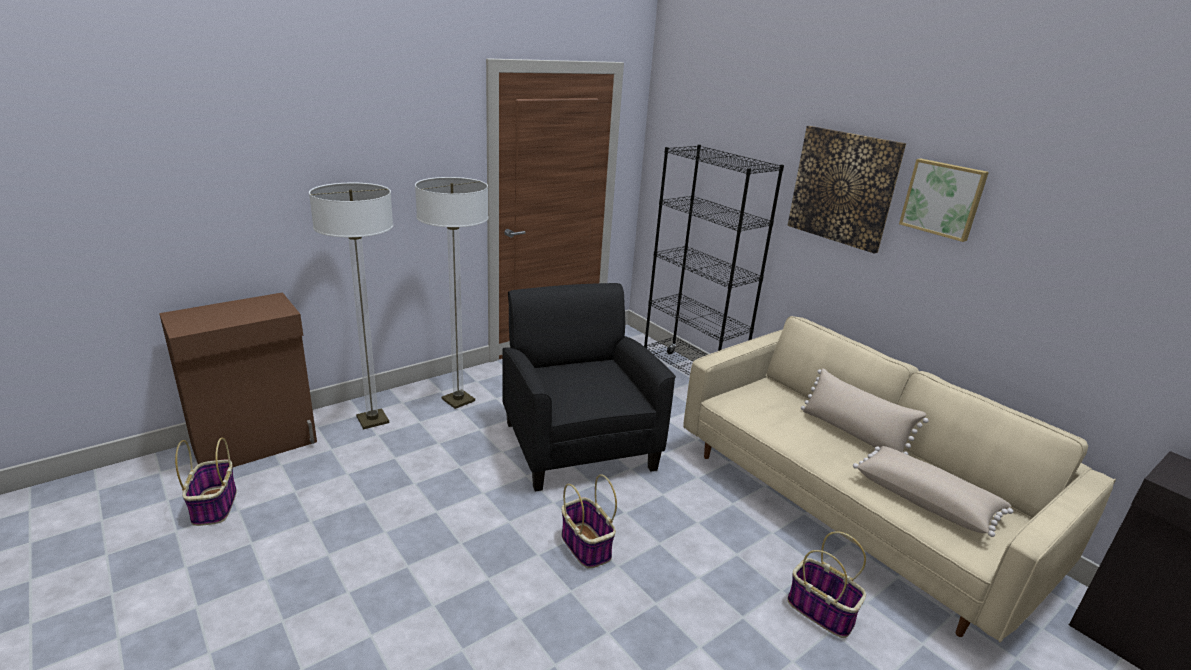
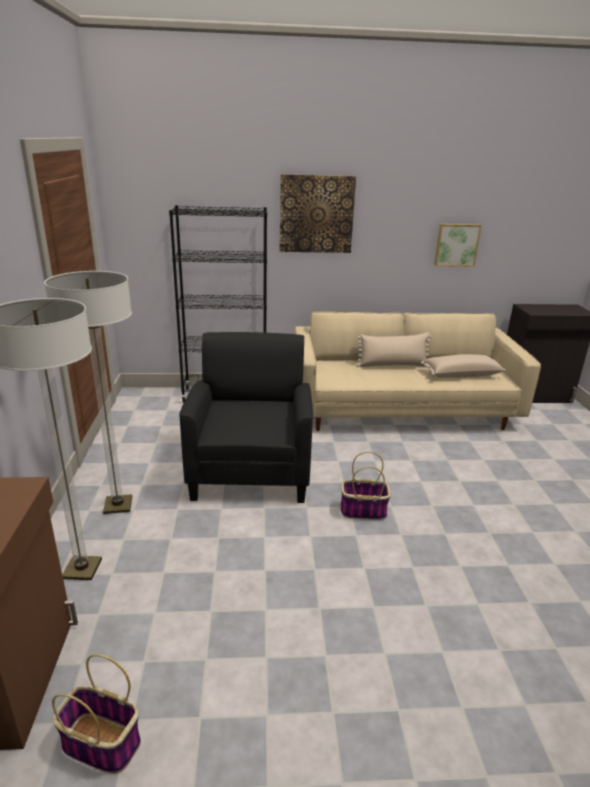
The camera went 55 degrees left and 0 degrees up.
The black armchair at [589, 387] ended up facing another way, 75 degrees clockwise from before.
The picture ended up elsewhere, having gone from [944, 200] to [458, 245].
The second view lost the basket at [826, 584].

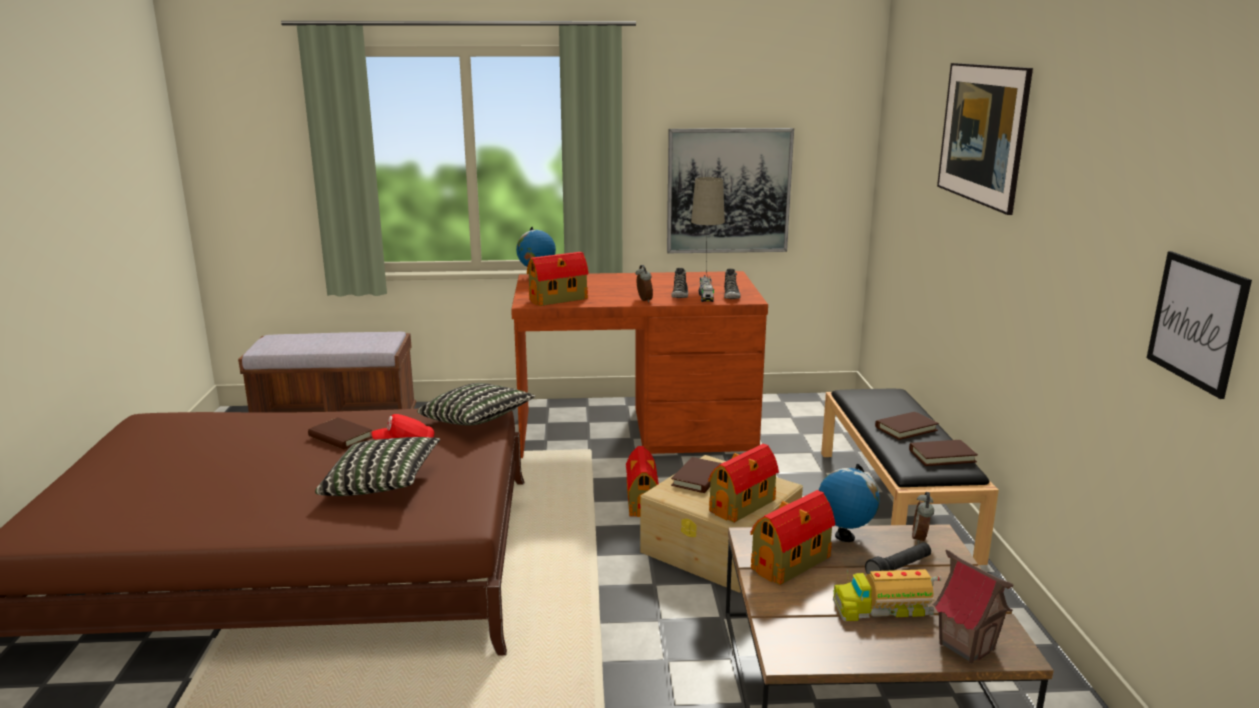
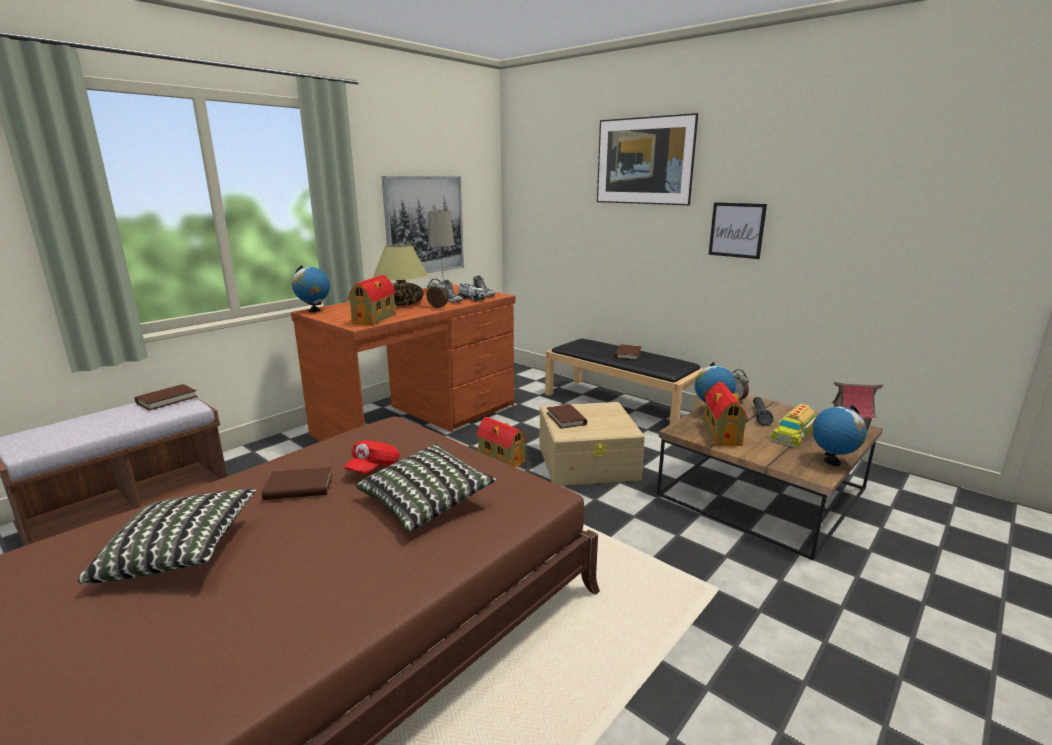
The camera went 45 degrees left and 0 degrees up.
The pillow ended up elsewhere, having gone from [476, 404] to [167, 536].
The brown book ended up elsewhere, having gone from [943, 453] to [166, 397].
The second view gained the table lamp at [400, 275].
The picture ended up elsewhere, having gone from [1199, 325] to [738, 230].
The second view gained the globe at [839, 435].
The second view lost the toy house at [743, 483].

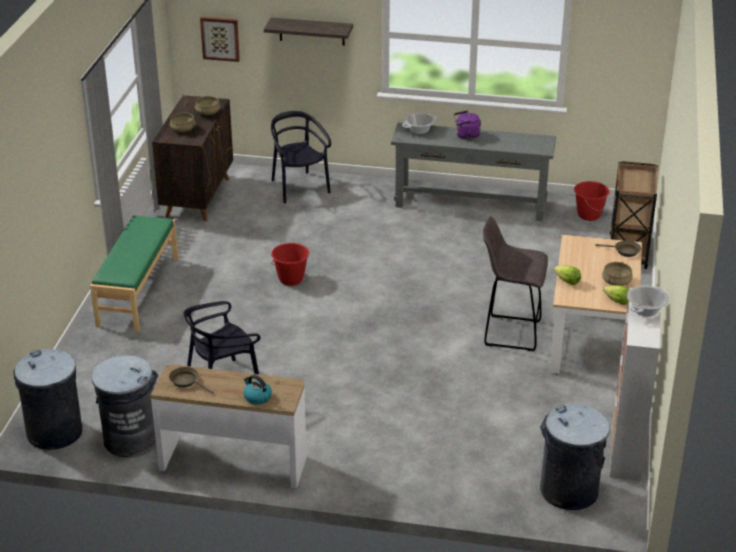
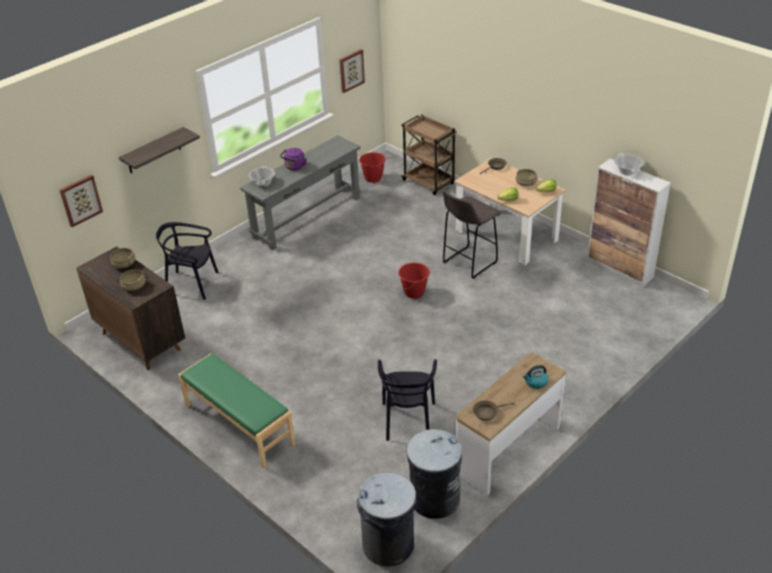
The camera went 55 degrees left and 5 degrees up.
The second view gained the picture at [352, 71].
The red bucket ended up elsewhere, having gone from [290, 264] to [414, 281].
The second view lost the grey trash can at [575, 457].

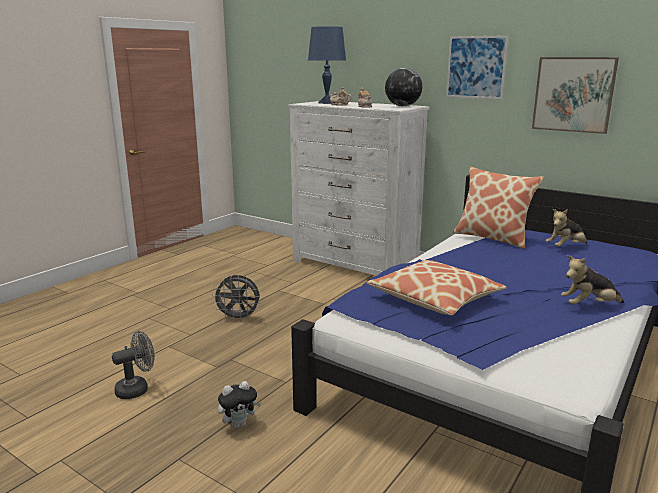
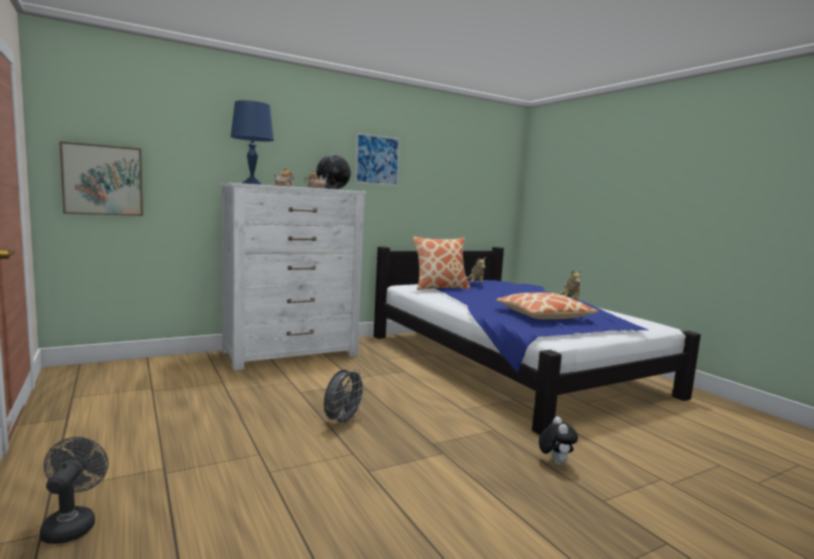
The camera went 65 degrees left and 10 degrees down.
The grey fan ended up elsewhere, having gone from [133, 365] to [74, 490].
The picture ended up elsewhere, having gone from [575, 95] to [101, 178].

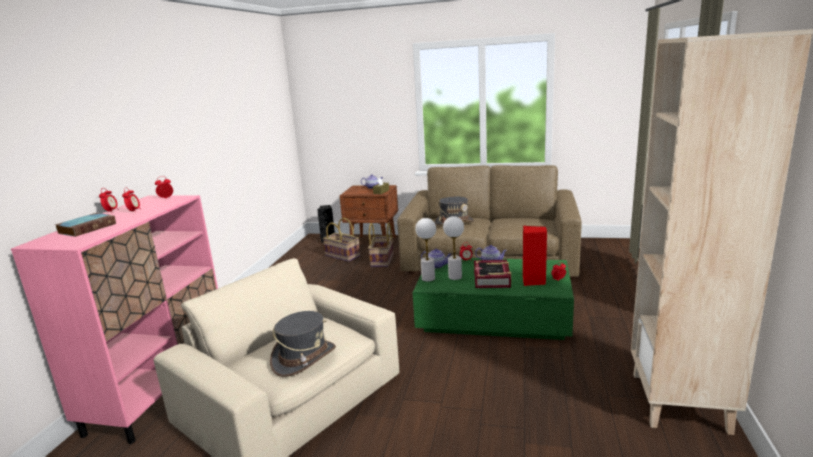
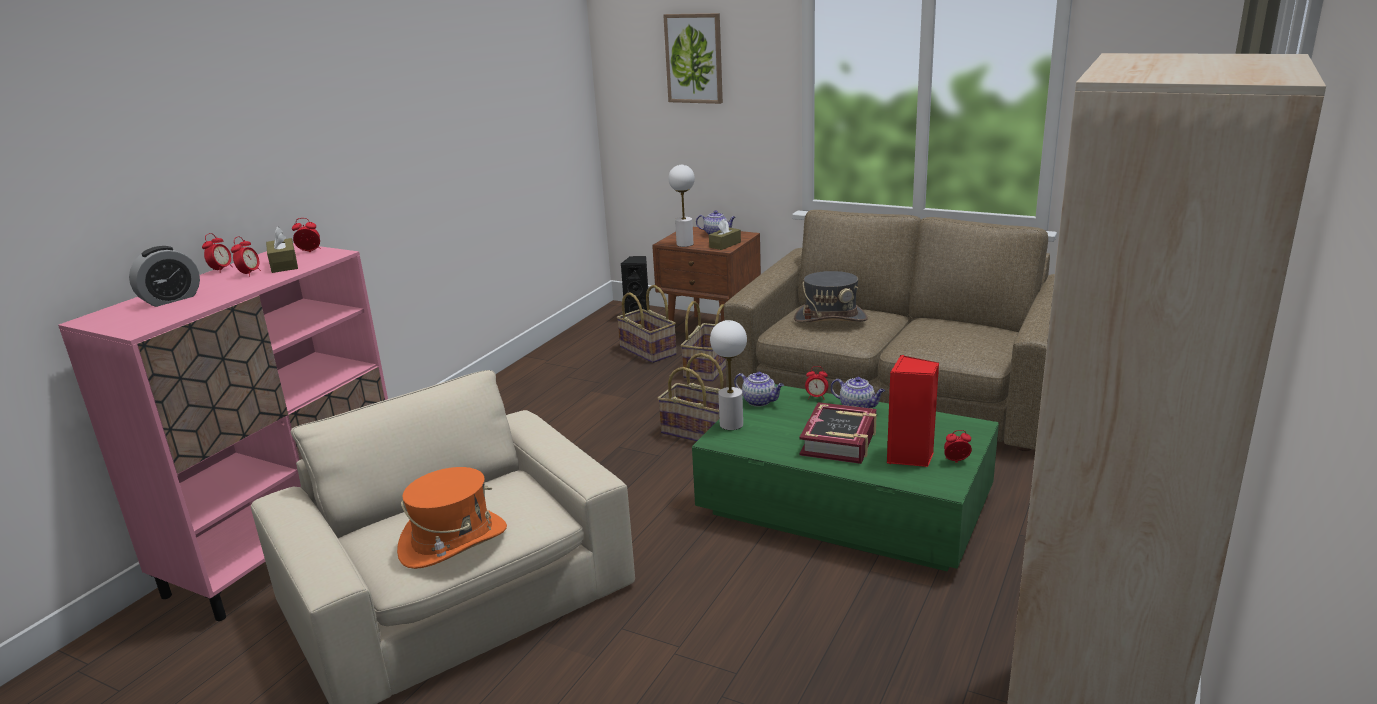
The camera went 15 degrees right and 5 degrees up.
Where the book stood at [85, 225], the alarm clock came to stand at [164, 276].
The second view gained the brown tissue box at [282, 249].
What was the grey hat at [303, 344] turned into the orange hat at [452, 518].
The second view gained the basket at [691, 397].
The second view gained the picture at [693, 58].
The white table lamp ended up elsewhere, having gone from [453, 248] to [681, 206].

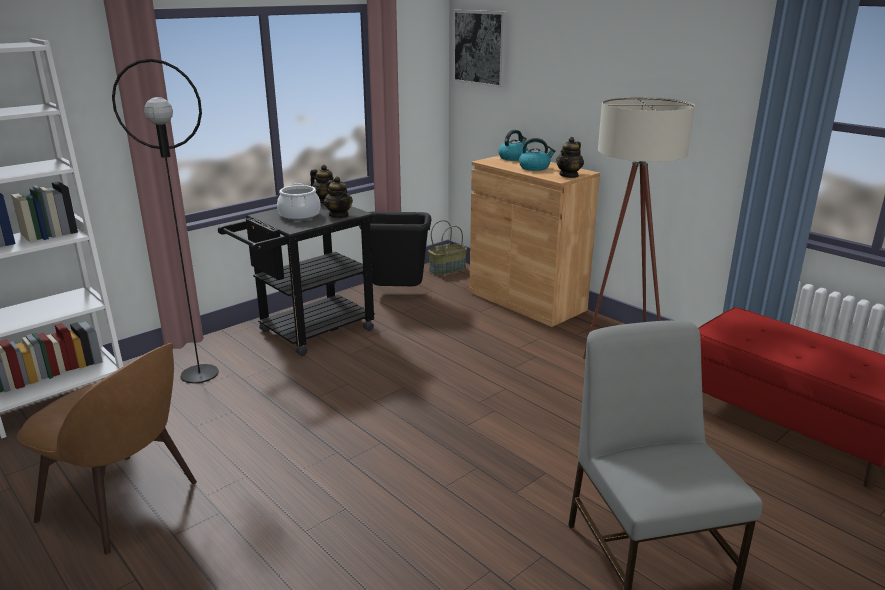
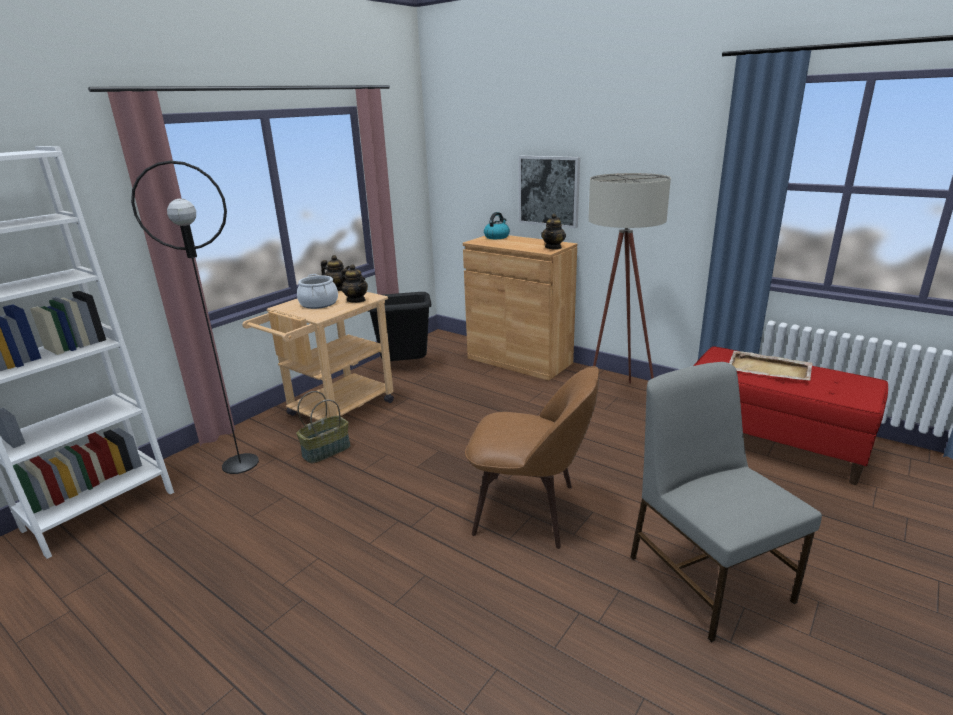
The camera went 10 degrees left and 0 degrees up.
What was the black cart at [296, 279] turned into the beige cart at [318, 355].
The basket ended up elsewhere, having gone from [447, 247] to [324, 427].
The brown chair ended up elsewhere, having gone from [107, 448] to [532, 457].
The picture ended up elsewhere, having gone from [480, 49] to [549, 192].
The second view gained the beige tray at [771, 366].
The second view lost the kettle at [537, 154].

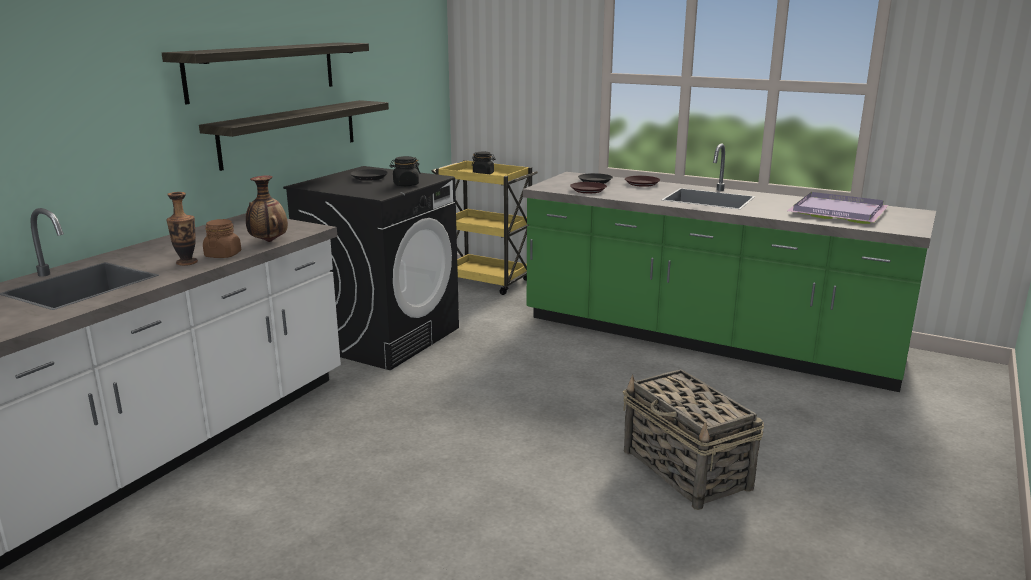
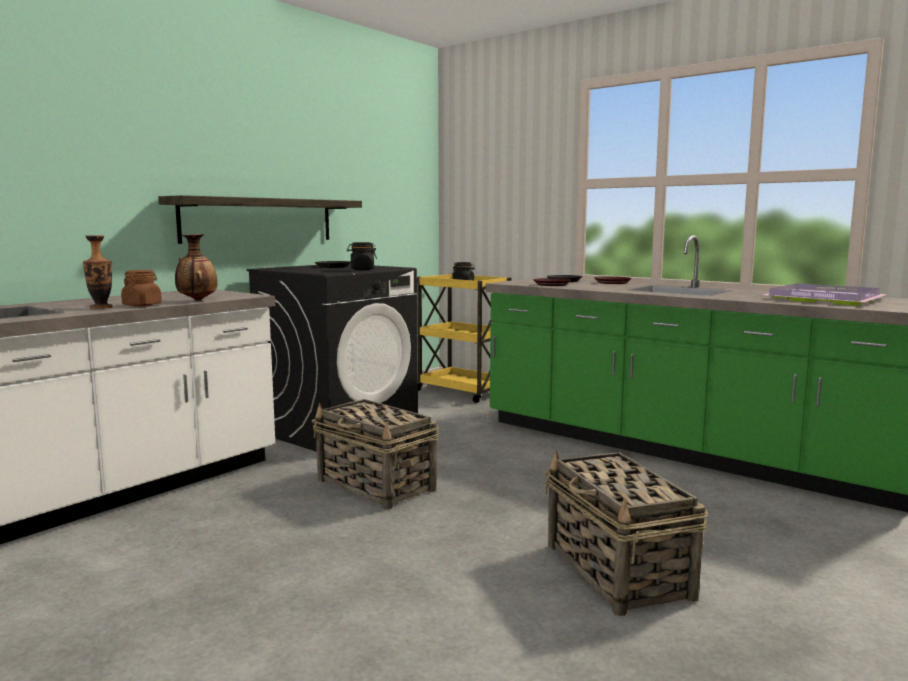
The camera went 10 degrees right and 10 degrees down.
The second view gained the basket at [375, 454].
The second view lost the shelf at [265, 73].

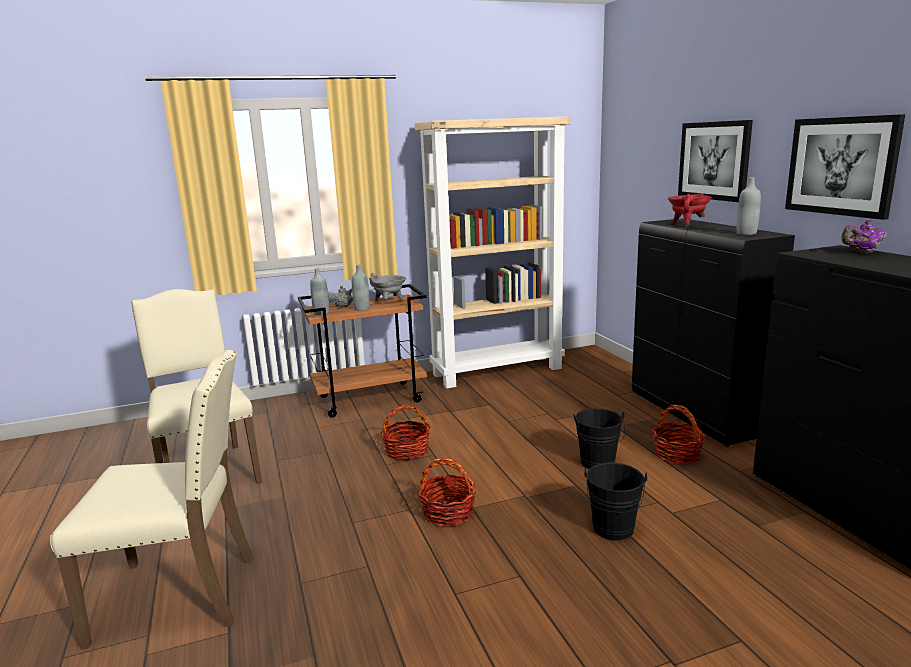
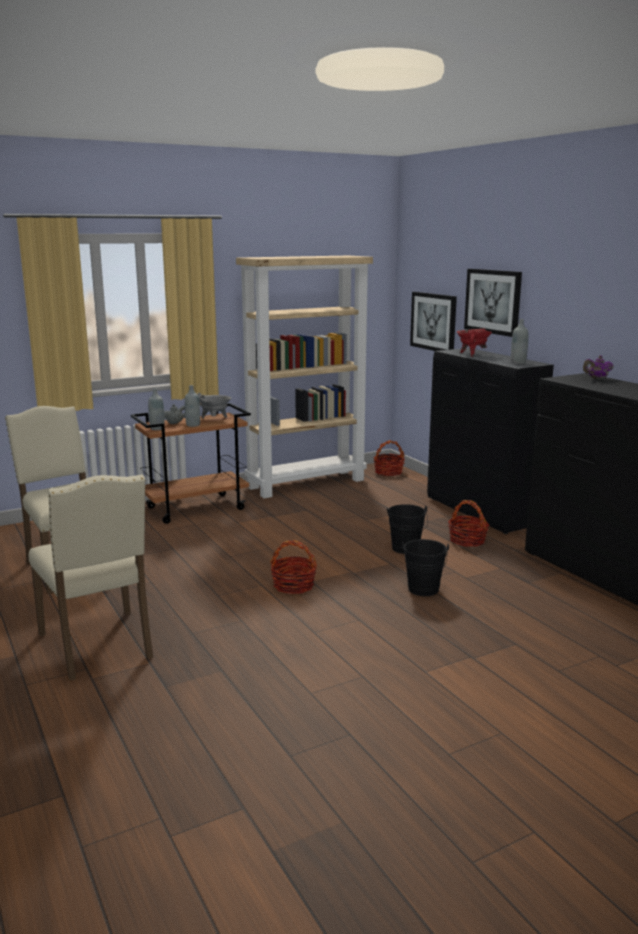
The camera went 10 degrees left and 0 degrees up.
The beige chair at [152, 499] ended up facing another way, 75 degrees clockwise from before.
The basket ended up elsewhere, having gone from [406, 432] to [389, 458].
The picture ended up elsewhere, having gone from [845, 167] to [433, 321].

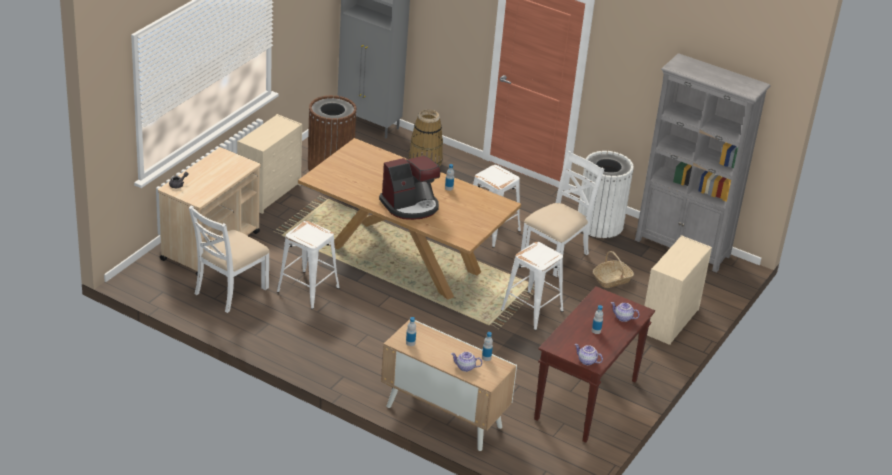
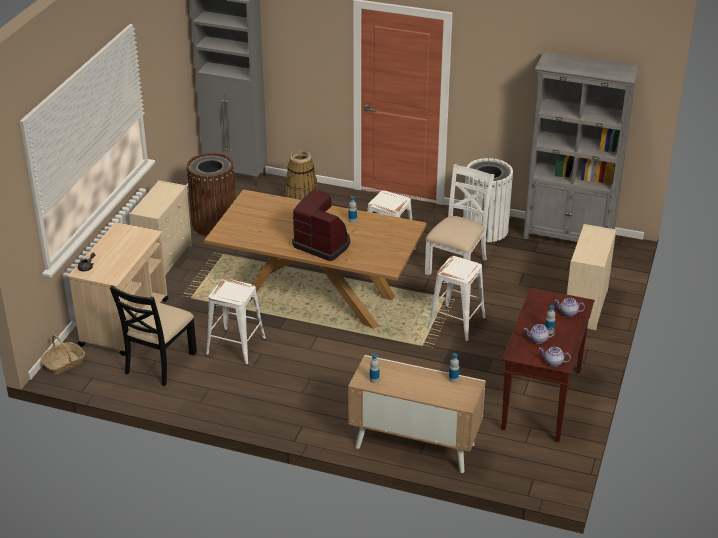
The camera went 10 degrees left and 0 degrees up.
The basket ended up elsewhere, having gone from [613, 269] to [63, 354].
What was the white chair at [229, 259] turned into the black chair at [153, 335].
The coffee machine at [409, 187] ended up facing another way, 105 degrees counterclockwise from before.
The teapot ended up elsewhere, having gone from [466, 362] to [539, 334].

